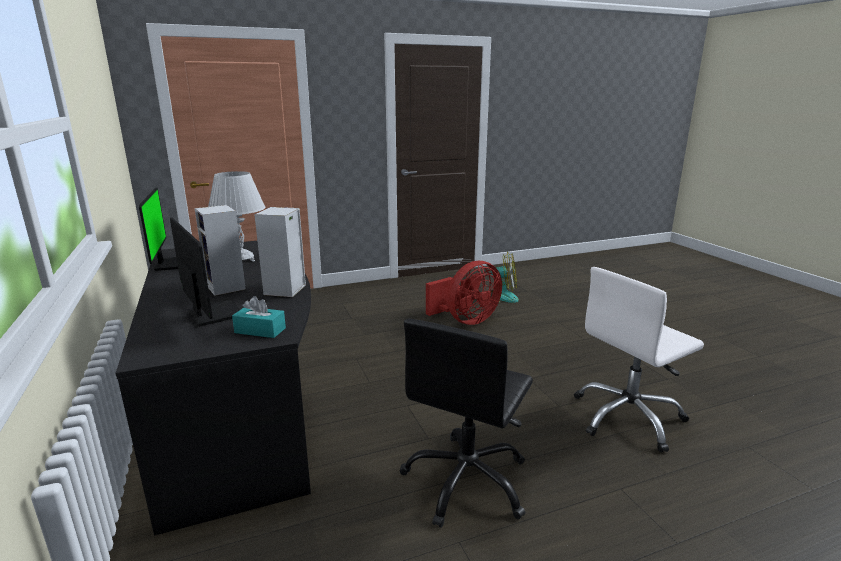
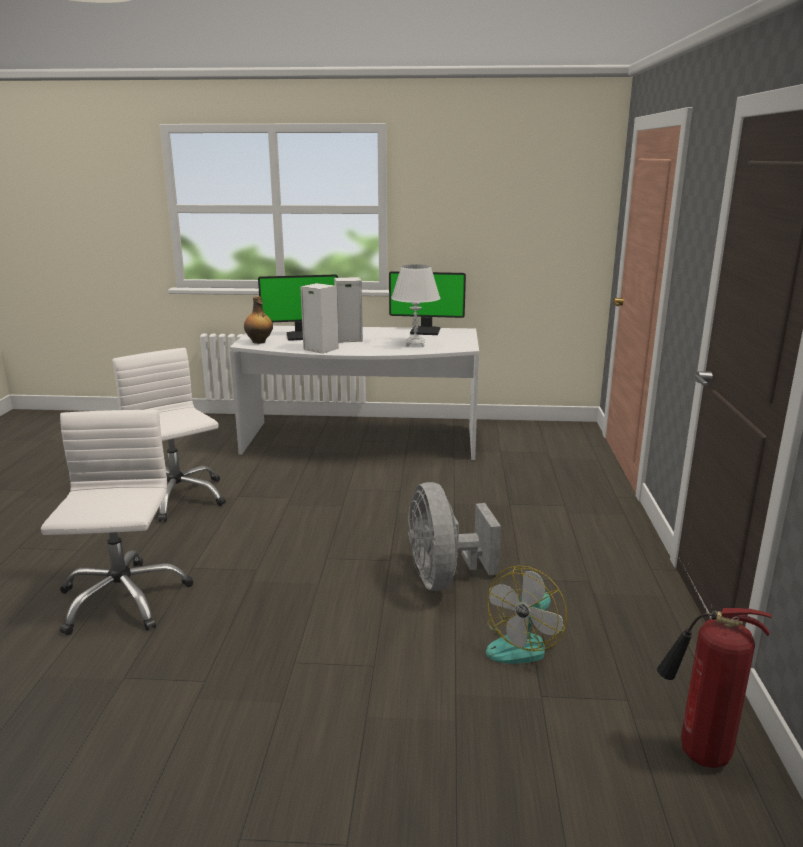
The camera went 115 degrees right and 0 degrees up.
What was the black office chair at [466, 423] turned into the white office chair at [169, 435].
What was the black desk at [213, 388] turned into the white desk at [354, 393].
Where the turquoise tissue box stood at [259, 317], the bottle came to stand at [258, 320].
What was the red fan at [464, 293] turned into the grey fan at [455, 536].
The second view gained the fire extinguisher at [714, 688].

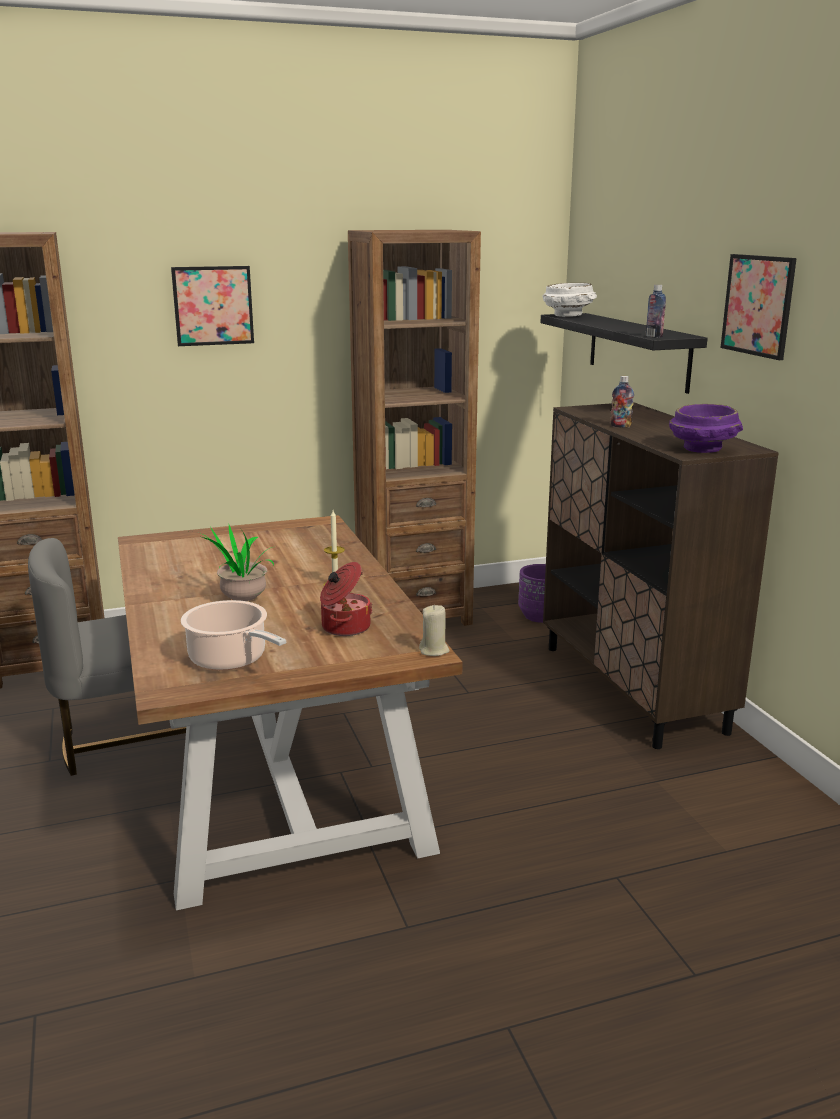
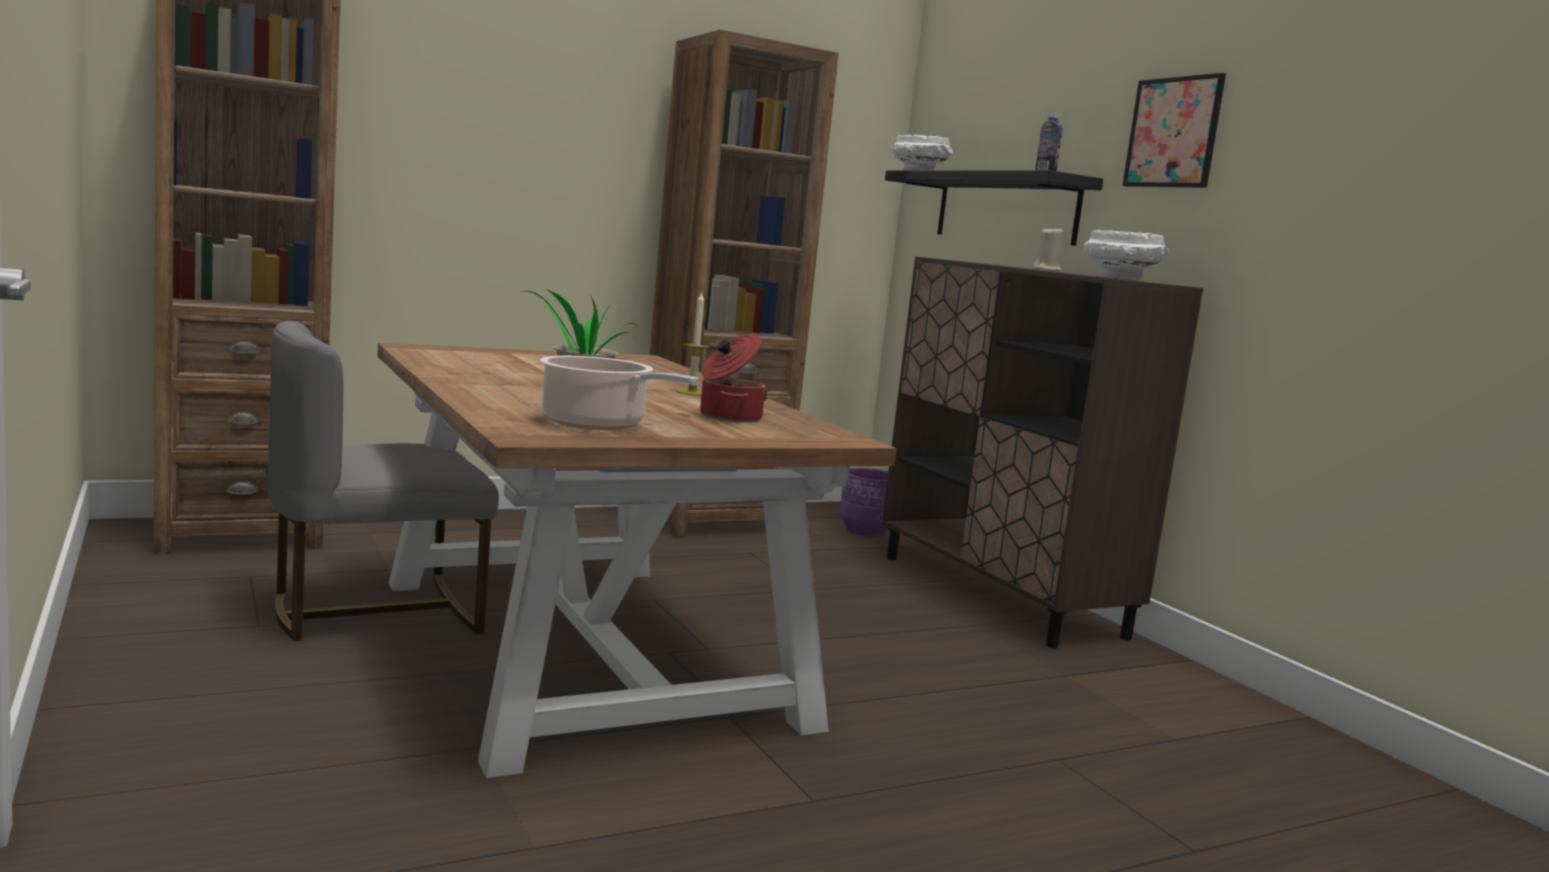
The camera went 10 degrees left and 10 degrees down.
The beige candle ended up elsewhere, having gone from [434, 630] to [1048, 248].
What was the purple bowl at [706, 428] turned into the white bowl at [1126, 255].
The second view lost the picture at [212, 306].
The second view lost the bottle at [622, 402].

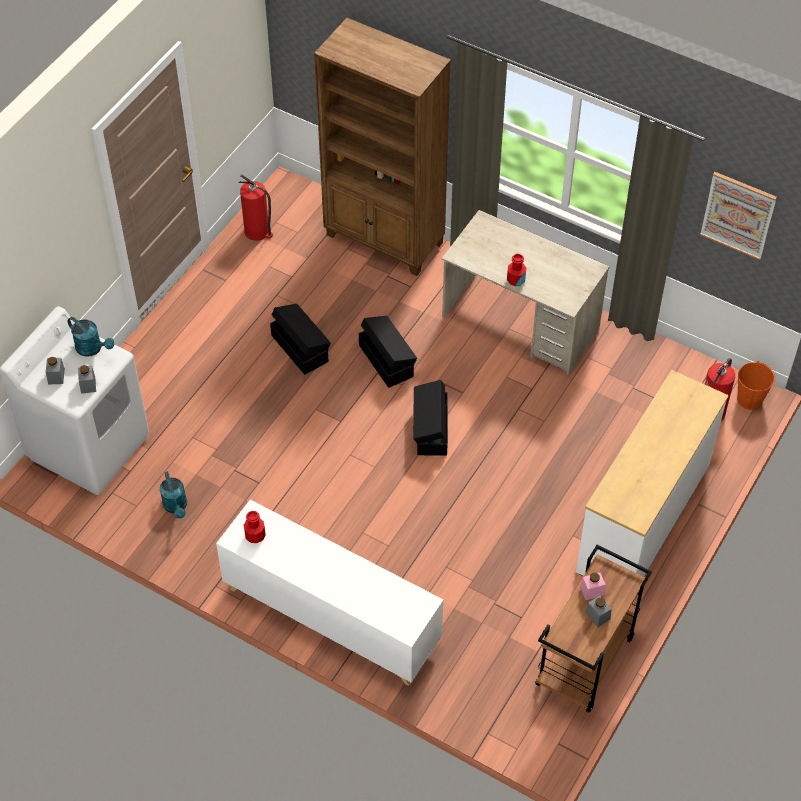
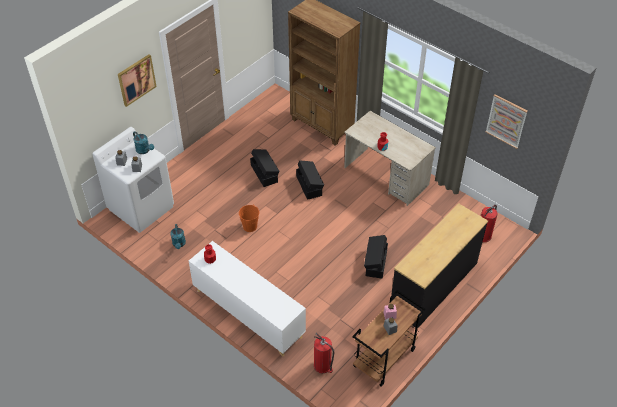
The camera went 10 degrees right and 5 degrees down.
The second view gained the picture at [137, 80].
The orange bucket ended up elsewhere, having gone from [756, 385] to [249, 218].
The fire extinguisher ended up elsewhere, having gone from [255, 207] to [324, 353].
The black storage box ended up elsewhere, having gone from [430, 418] to [376, 257].
What was the white dresser at [652, 473] turned into the black dresser at [439, 265].

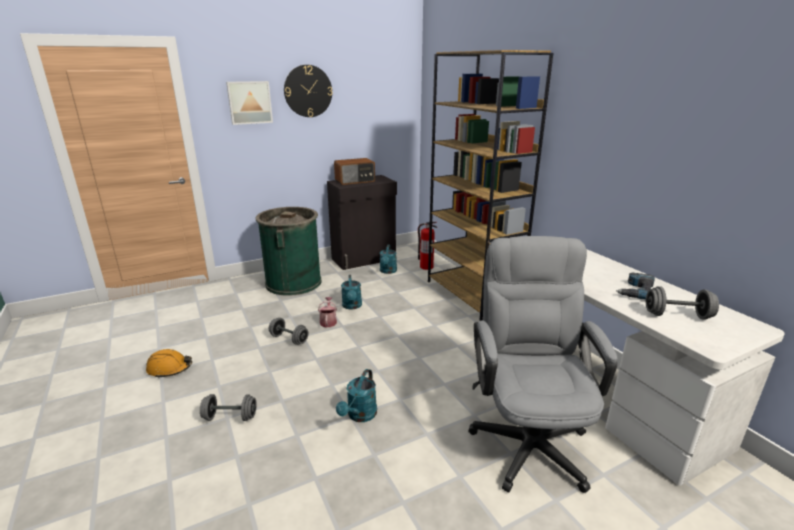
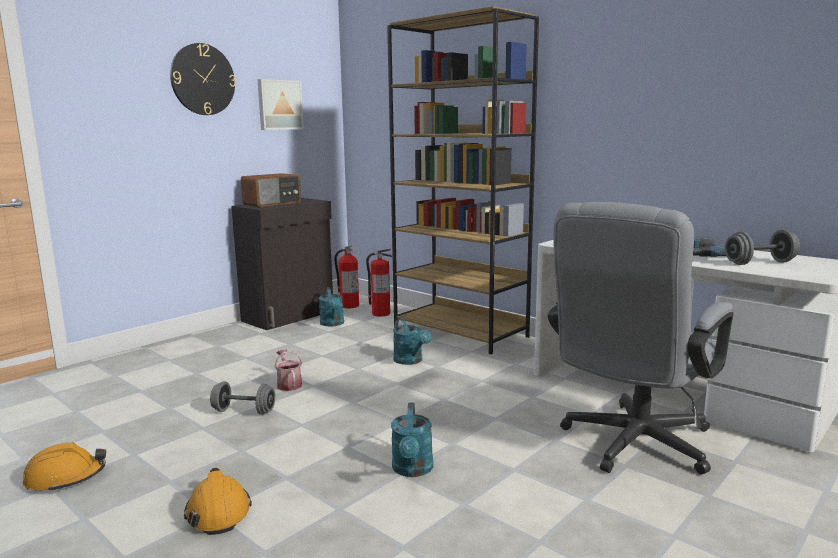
The camera went 20 degrees left and 10 degrees down.
Where the grey dumbbell stood at [228, 407], the orange hard hat came to stand at [218, 501].
The picture ended up elsewhere, having gone from [249, 103] to [280, 104].
The second view gained the fire extinguisher at [346, 275].
The turquoise watering can ended up elsewhere, having gone from [351, 292] to [412, 341].
The grey office chair at [542, 364] ended up facing another way, 120 degrees counterclockwise from before.
The second view lost the green trash can at [288, 251].

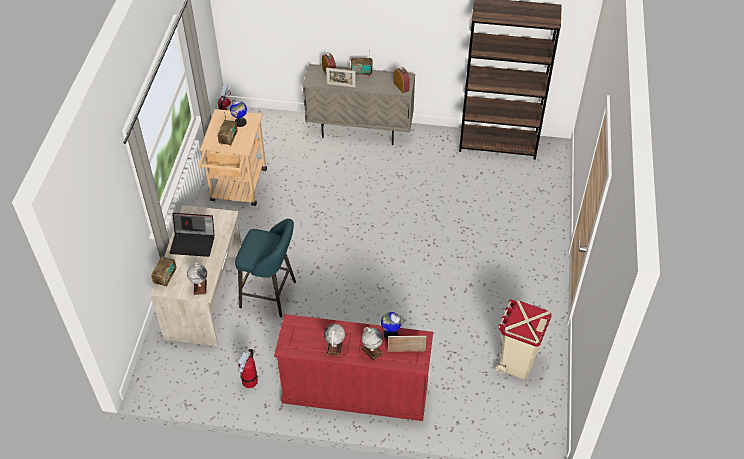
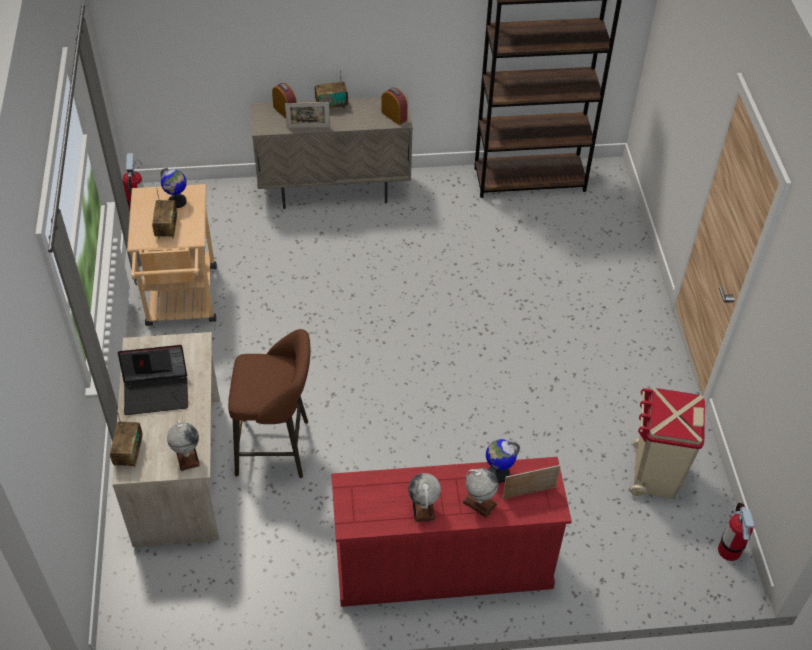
The camera went 15 degrees left and 0 degrees up.
What was the turquoise stool at [265, 268] turned into the brown stool at [269, 403].
The fire extinguisher ended up elsewhere, having gone from [246, 368] to [736, 532].

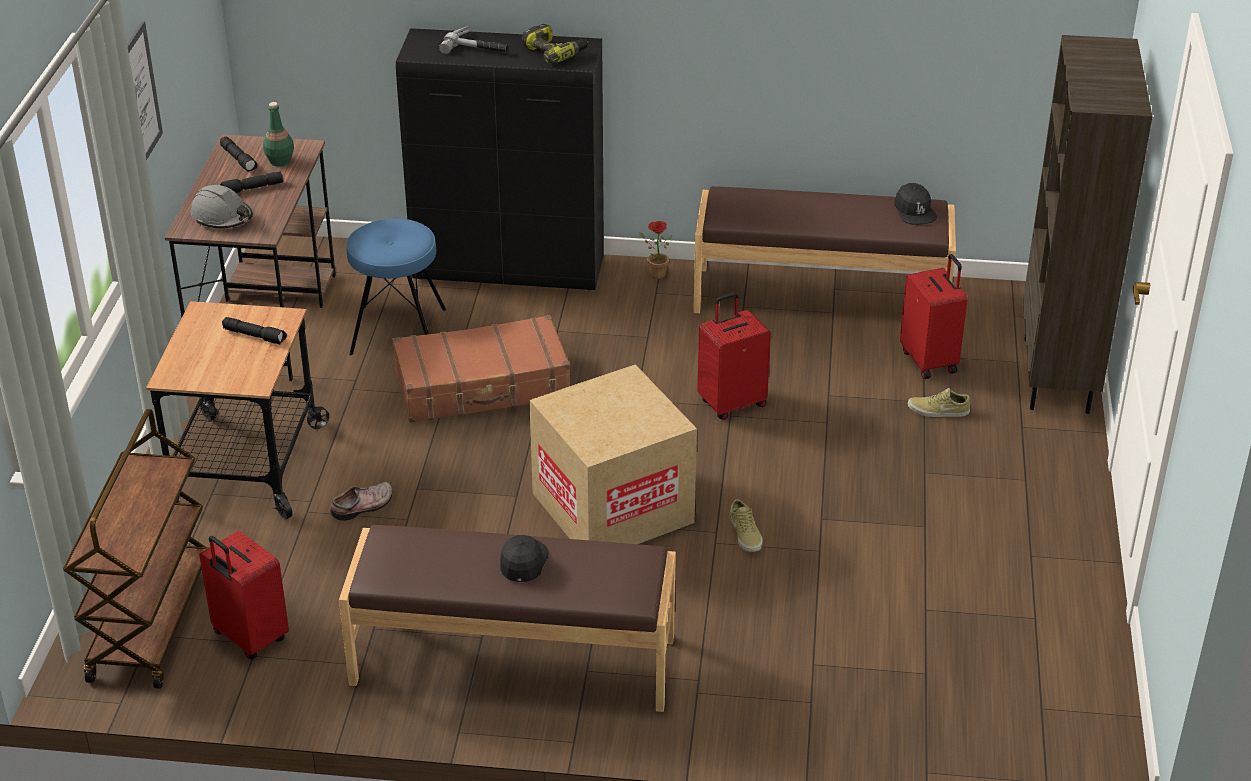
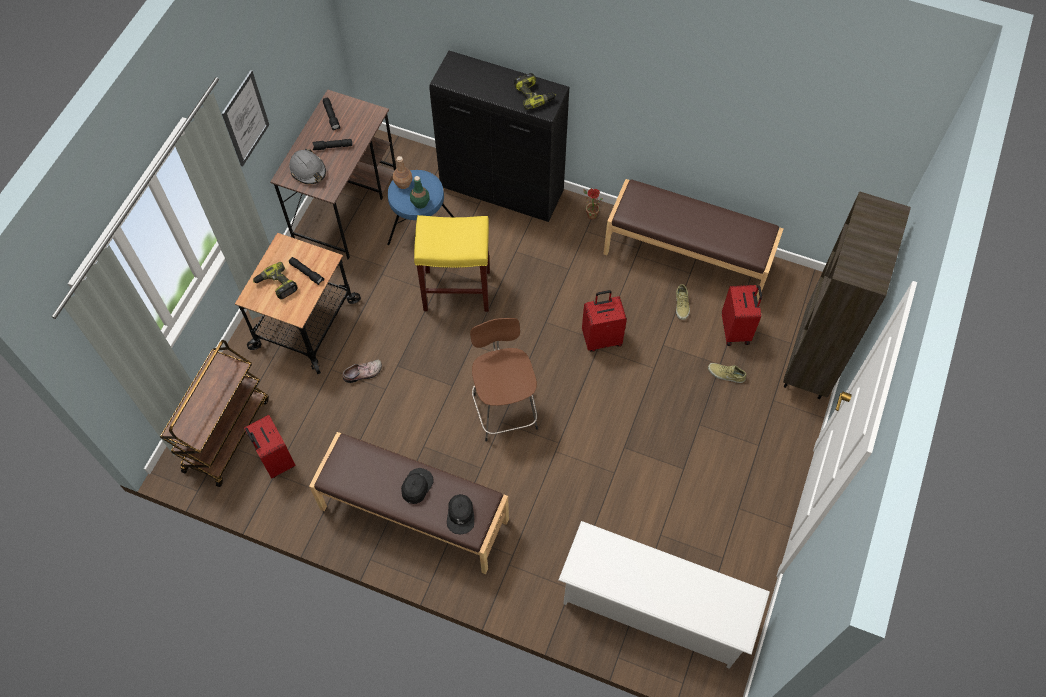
The camera went 15 degrees right and 25 degrees up.
The second view gained the power drill at [275, 280].
The second view gained the brown bottle at [402, 172].
The green bottle ended up elsewhere, having gone from [278, 134] to [420, 192].
Where the brown suitcase stood at [481, 369], the yellow stool came to stand at [452, 263].
The black cap ended up elsewhere, having gone from [915, 204] to [460, 514].
Where the cardboard box stood at [613, 454], the brown stool came to stand at [504, 380].
The second view gained the white shoe rack at [664, 594].
The beige shoe ended up elsewhere, having gone from [746, 526] to [683, 302].
The second view lost the hammer at [473, 40].

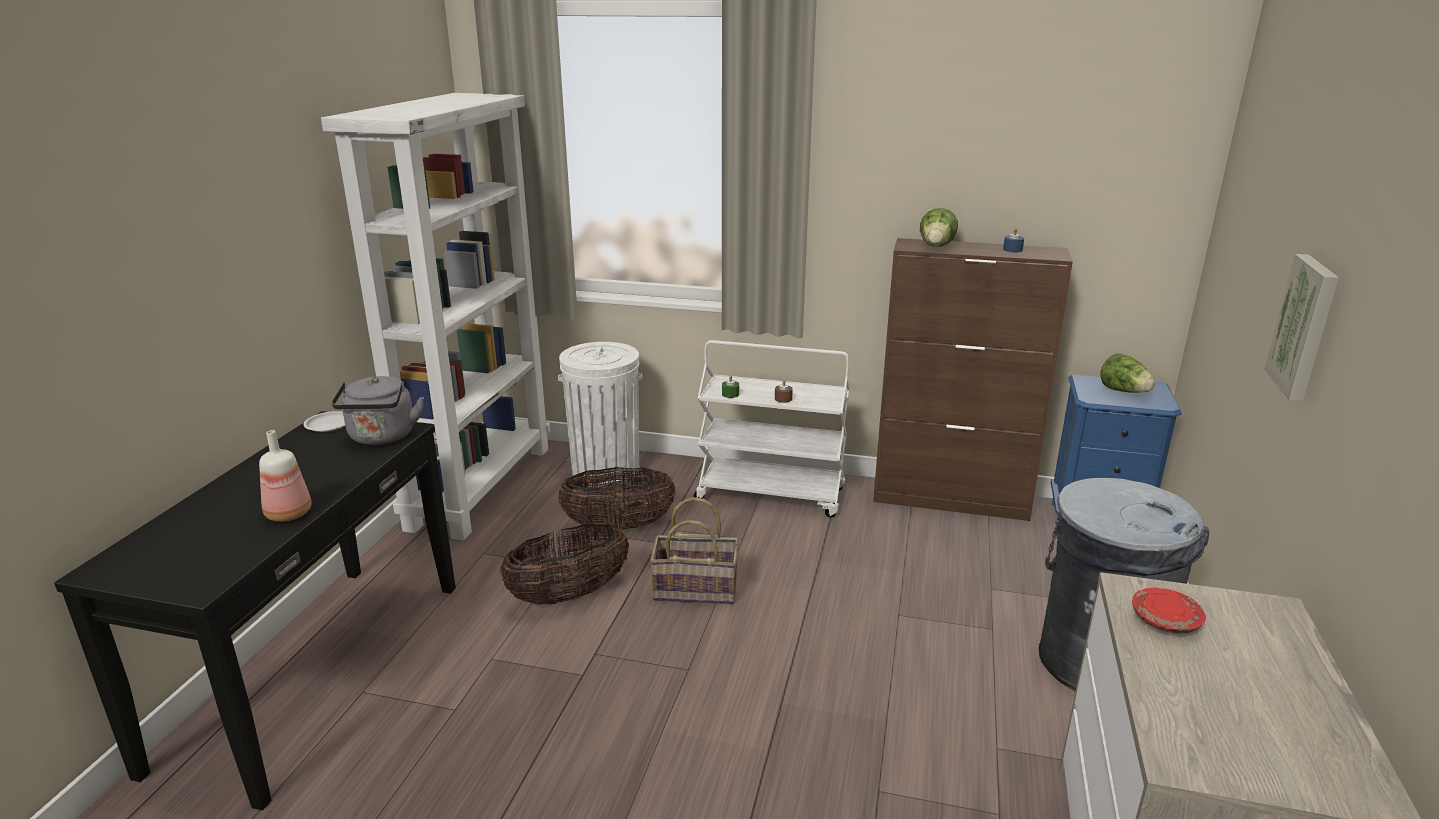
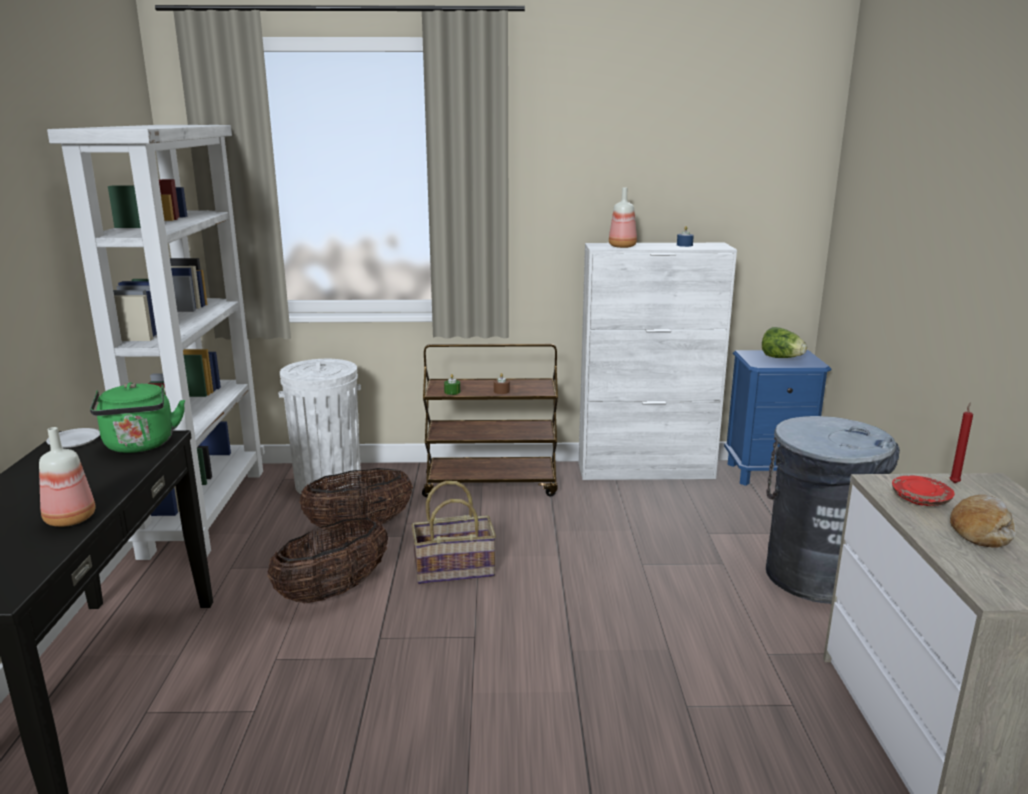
The camera went 15 degrees left and 5 degrees down.
What was the grey kettle at [377, 410] turned into the green kettle at [137, 417].
What was the white cart at [772, 429] turned into the brown cart at [490, 420].
What was the brown cabinet at [973, 379] turned into the white cabinet at [658, 361].
Where the lettuce stood at [939, 227], the bottle came to stand at [623, 217].
The second view gained the red candle at [961, 443].
The second view gained the bread at [983, 521].
The second view lost the picture at [1301, 327].

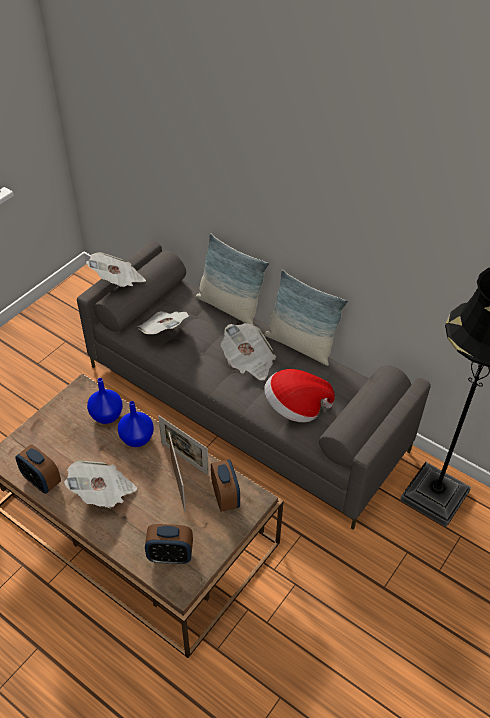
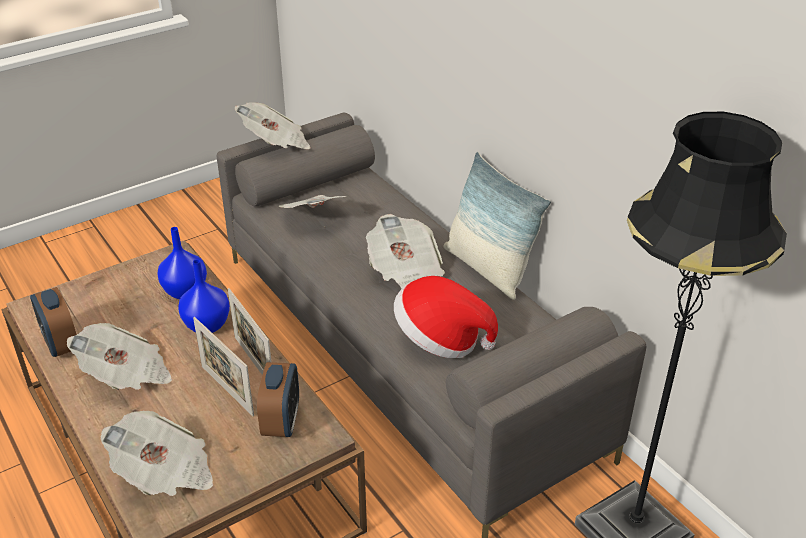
The camera went 20 degrees right and 10 degrees down.
Where the alarm clock stood at [169, 544], the newspaper came to stand at [157, 453].
The picture frame at [177, 472] ended up facing another way, 135 degrees clockwise from before.
The second view lost the pillow at [232, 279].

